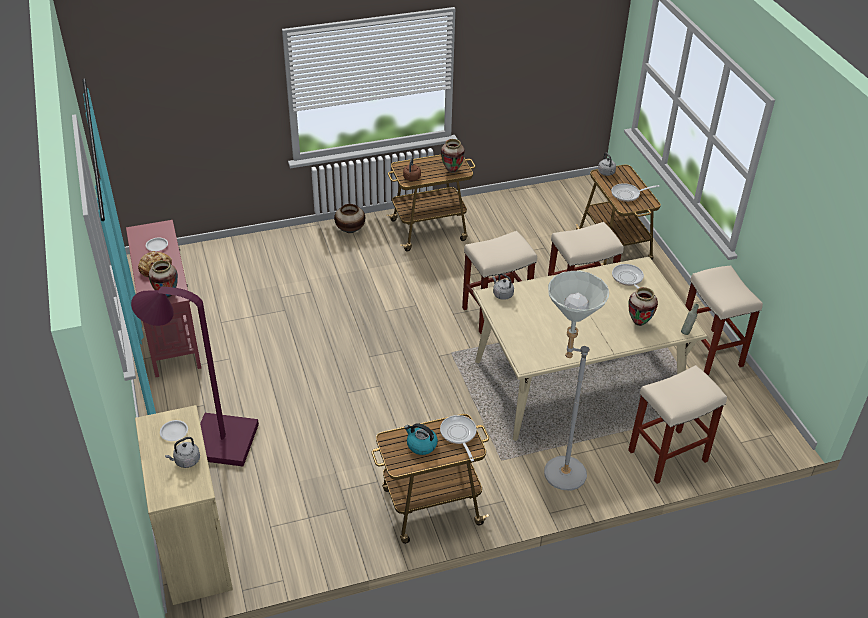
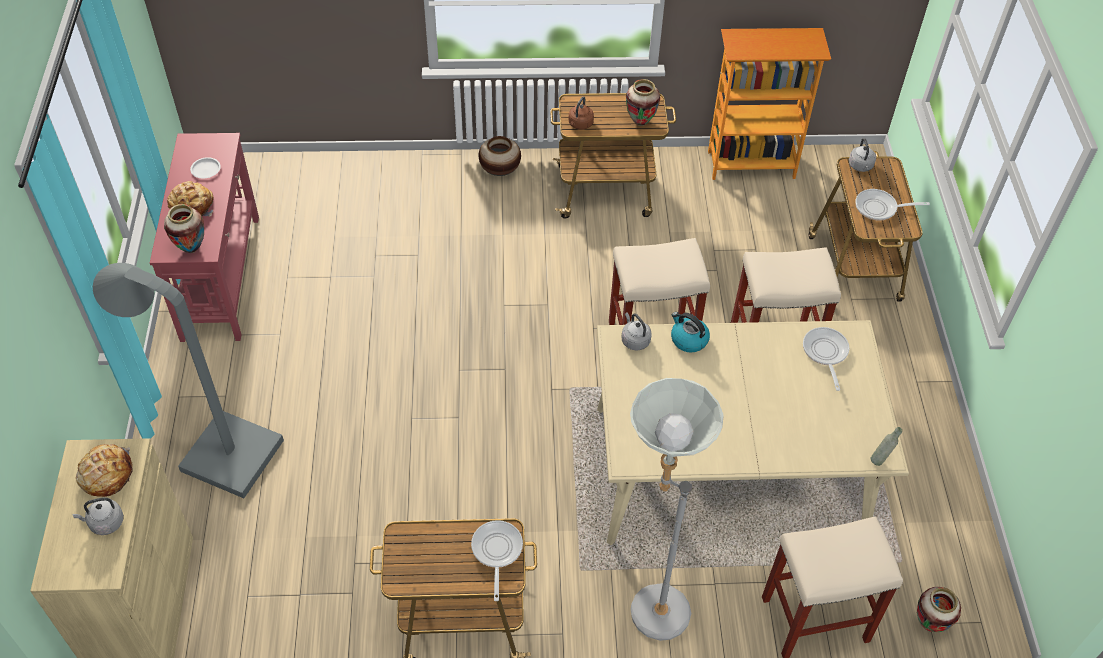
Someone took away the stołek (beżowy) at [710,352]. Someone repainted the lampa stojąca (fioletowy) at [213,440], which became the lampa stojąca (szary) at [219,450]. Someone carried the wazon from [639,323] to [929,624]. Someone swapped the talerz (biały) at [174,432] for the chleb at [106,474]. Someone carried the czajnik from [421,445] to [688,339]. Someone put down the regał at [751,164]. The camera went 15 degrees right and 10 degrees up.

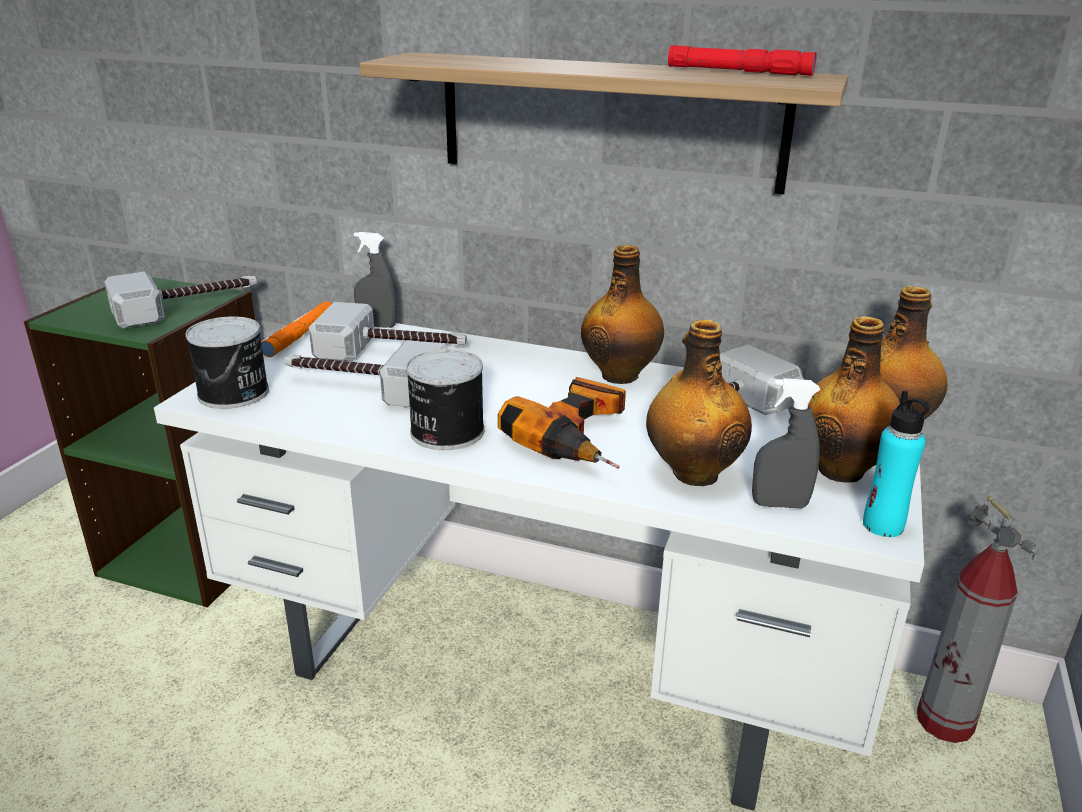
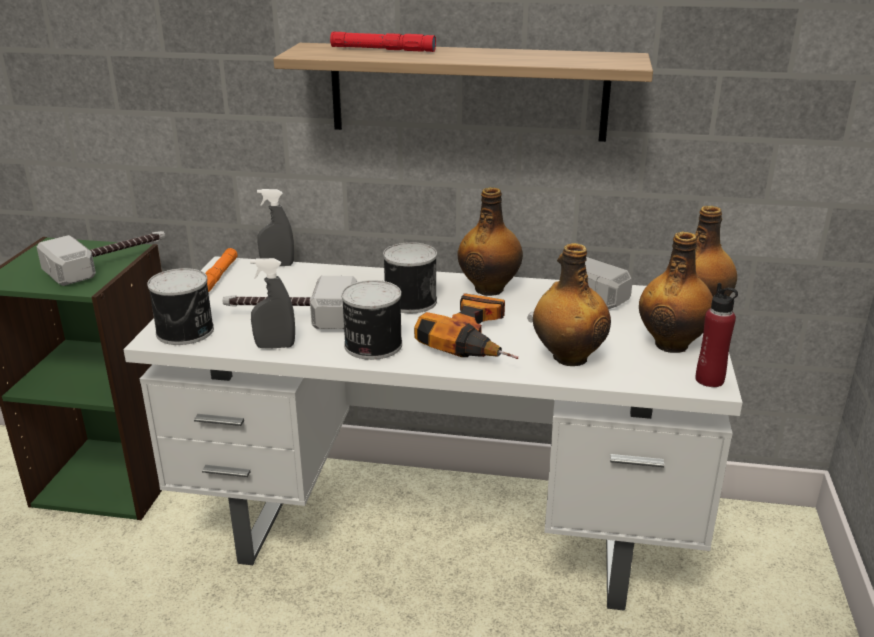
Someone carried the latarka (czerwony) from [739,71] to [383,49]. Someone took away the młotek at [393,351]. Someone carried the spryskiwacz (szary) from [779,504] to [275,346]. Someone repainted the butelka (turkusowy) at [883,526], which became the butelka (czerwony) at [709,380]. Someone took away the gaśnica at [945,722]. Someone put down the puszka at [409,301]. The camera went 10 degrees left and 0 degrees up.

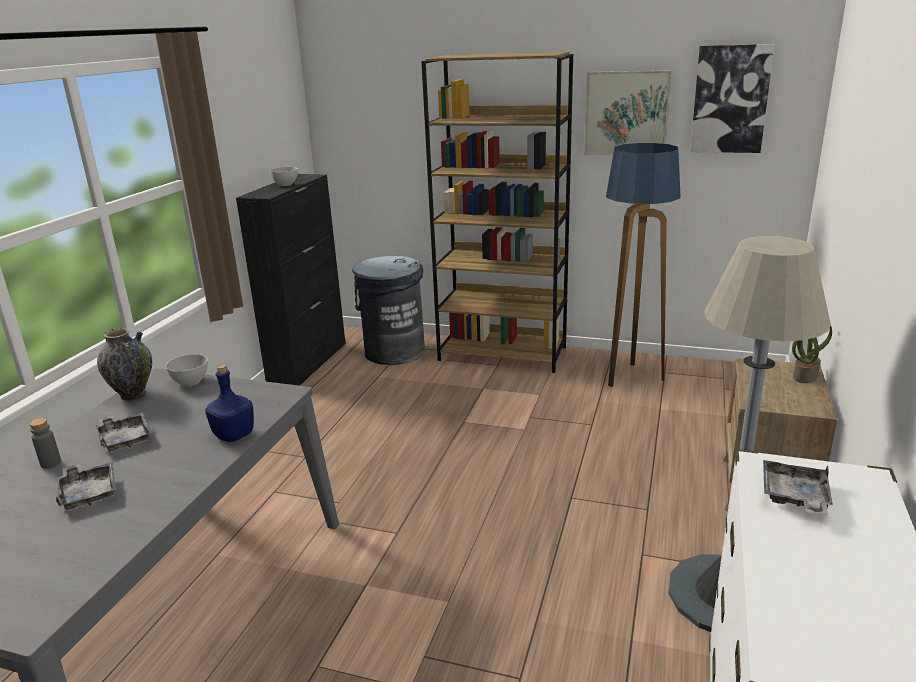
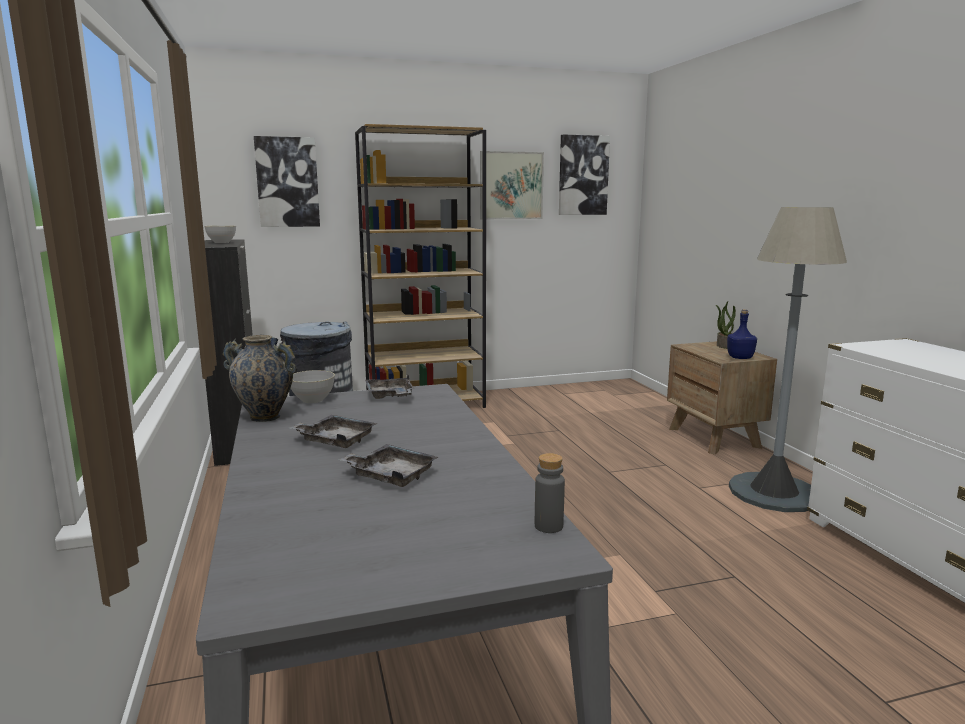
Someone took away the lampa stojąca at [630,378]. Someone carried the butelka (niebieski) from [234,435] to [740,358]. Someone carried the butelka (szary) from [51,463] to [548,526]. Someone carried the taca (szary) from [794,497] to [390,396]. Someone put up the obraz at [287,182]. The camera went 35 degrees left and 10 degrees down.

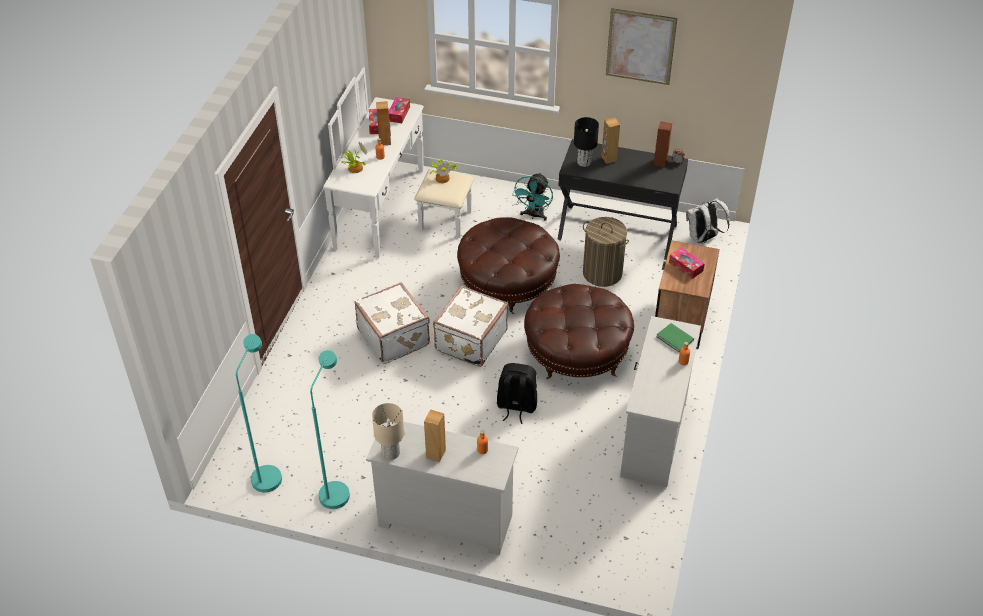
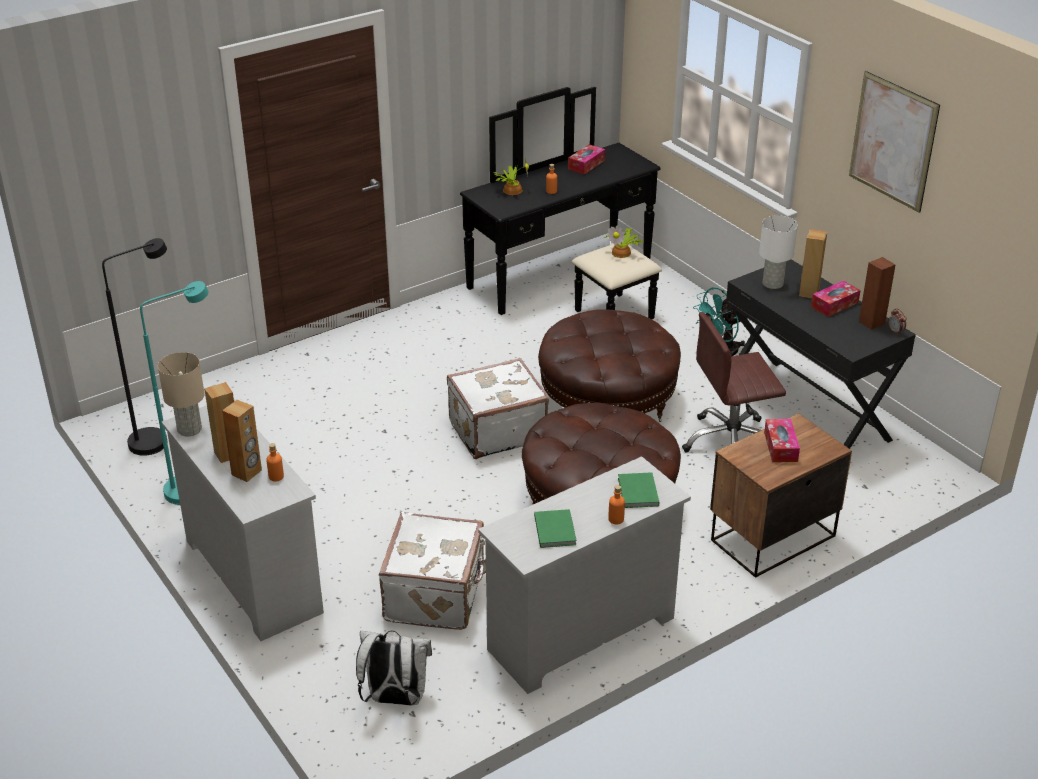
Someone repainted the komoda (biały) at [395,210], which became the komoda (czarny) at [572,283]. Someone carried the pudełko chusteczek from [399,114] to [834,304]. Someone carried the głośnik (brązowy) from [385,141] to [247,472]. Someone repainted the lampa stołowa (czarny) at [584,162], which became the lampa stołowa (biały) at [773,284]. Someone carried the plecak (biały) from [703,239] to [395,699]. Someone swapped the kosz na pranie at [602,273] for the krzesło biurowe (brązowy) at [731,443]. Someone carried the walizka (biały) from [394,336] to [436,595]. Someone repainted the lampa stojąca (turkusowy) at [268,472], which became the lampa stojąca (czarny) at [157,438]. Someone took away the plecak (czarny) at [516,406]. Someone put down the książka (zielony) at [555,529]. The camera went 40 degrees right and 10 degrees down.

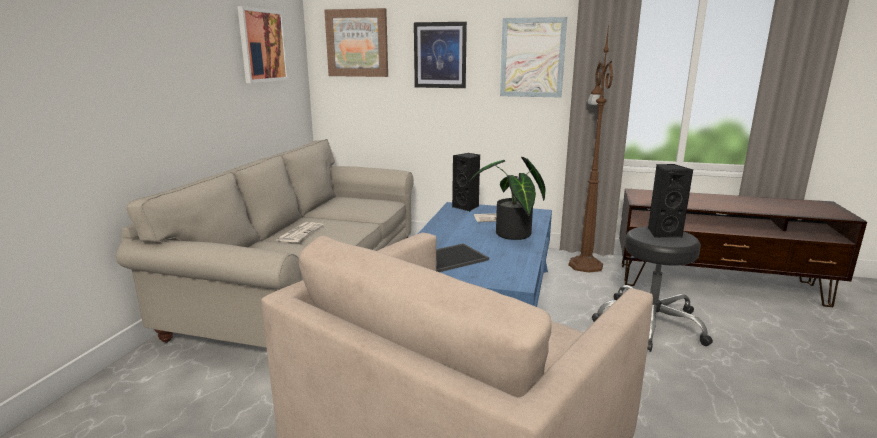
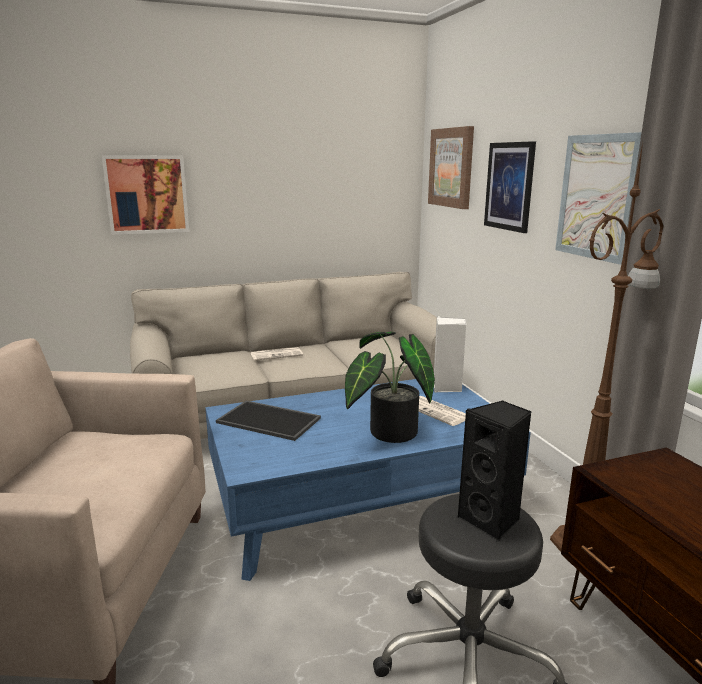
Someone carried the obraz from [262,45] to [147,194]. Someone repainted the głośnik (czarny) at [467,207], which became the głośnik (biały) at [447,387]. The camera went 55 degrees right and 0 degrees up.

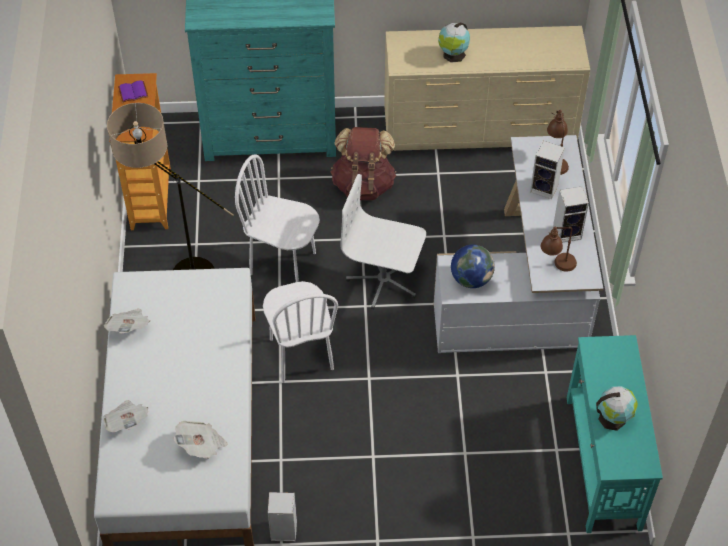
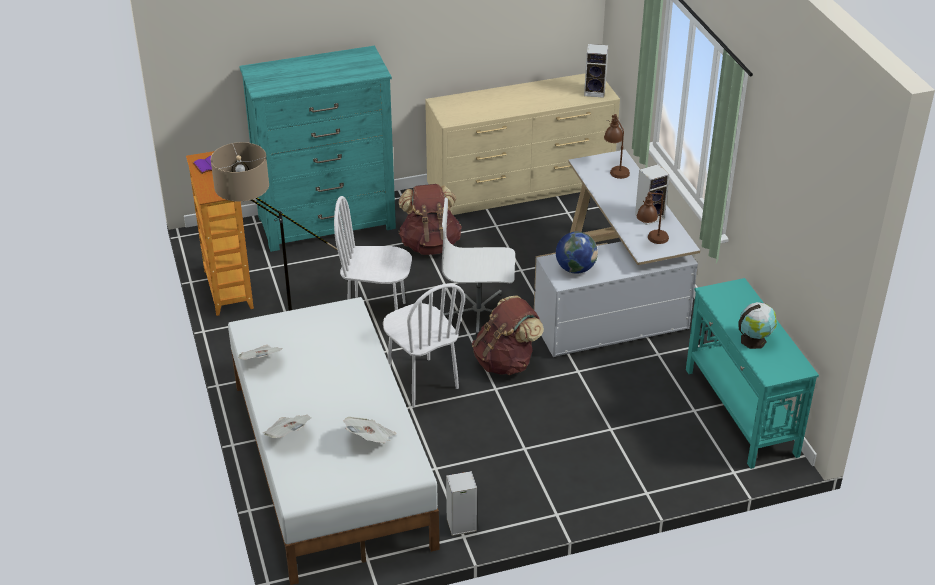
Someone took away the globus at [453,55]. Someone carried the głośnik from [545,188] to [595,92]. Someone put down the plecak (brązowy) at [506,362]. The camera went 15 degrees left and 15 degrees down.

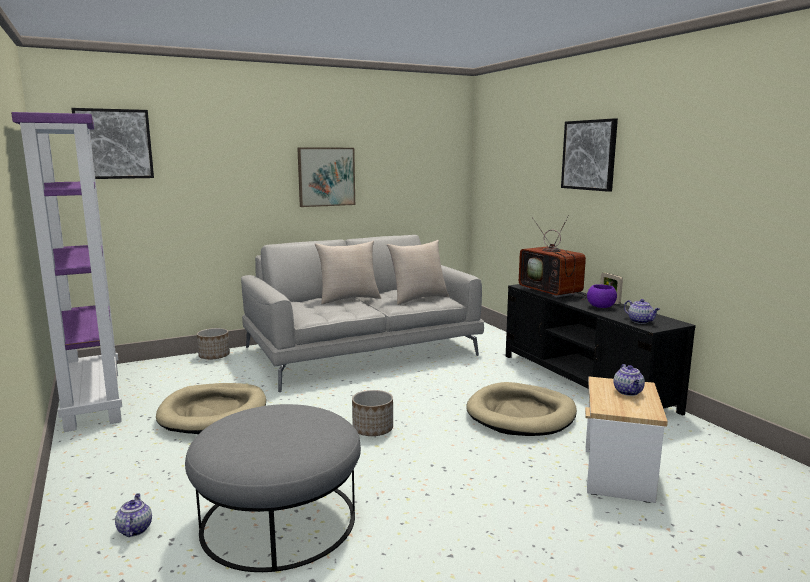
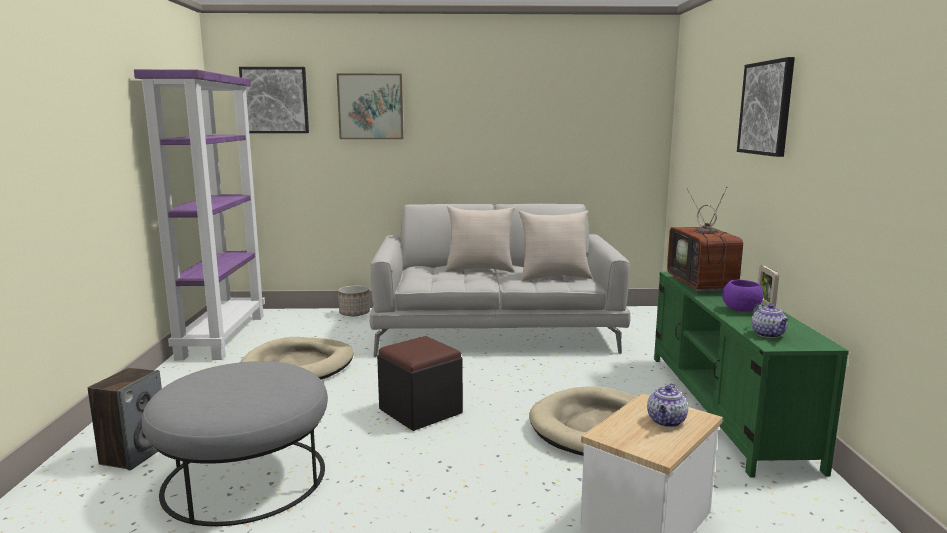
Someone carried the obraz from [326,176] to [370,106]. Someone repainted the szafka pod telewizor (czarny) at [584,382], which became the szafka pod telewizor (zielony) at [725,406]. Someone swapped the donica at [372,429] for the pufa (czarny) at [420,411]. Someone swapped the imbryk at [134,529] for the głośnik at [134,454]. The camera went 25 degrees right and 0 degrees up.

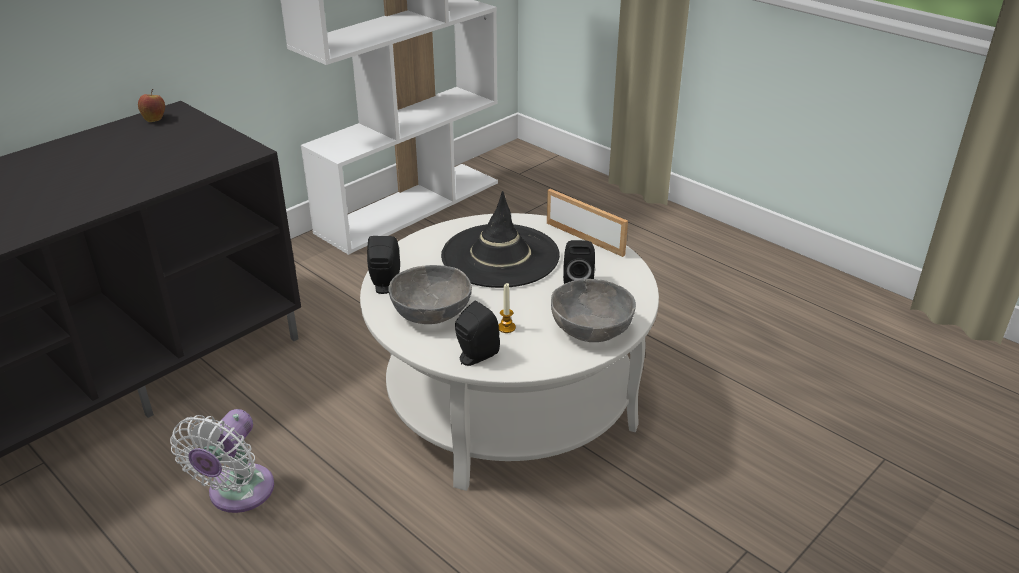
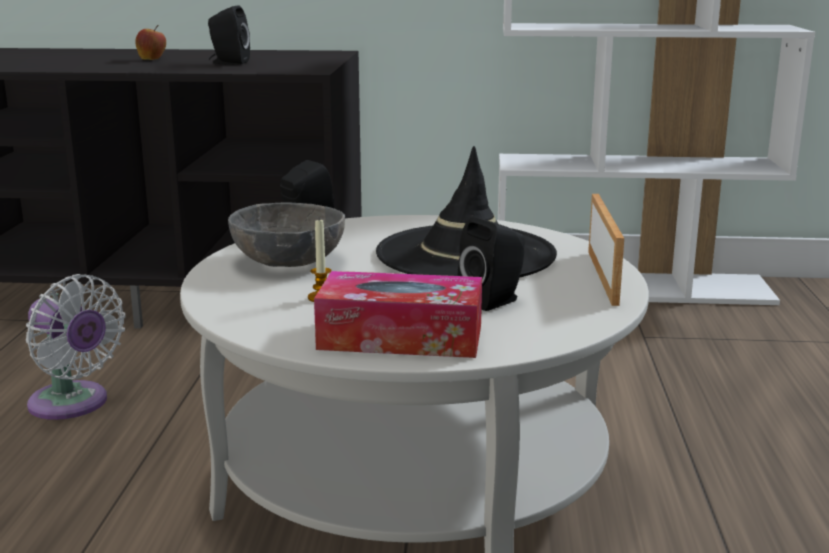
Someone carried the jabłko from [154,119] to [152,59]. Someone swapped the miska (szary) at [591,329] for the pudełko chusteczek at [400,337]. Someone carried the głośnik (czarny) from [475,357] to [228,63]. Someone rotated the wentylator (biały) at [237,494] by 120 degrees counterclockwise. The camera went 50 degrees right and 15 degrees down.

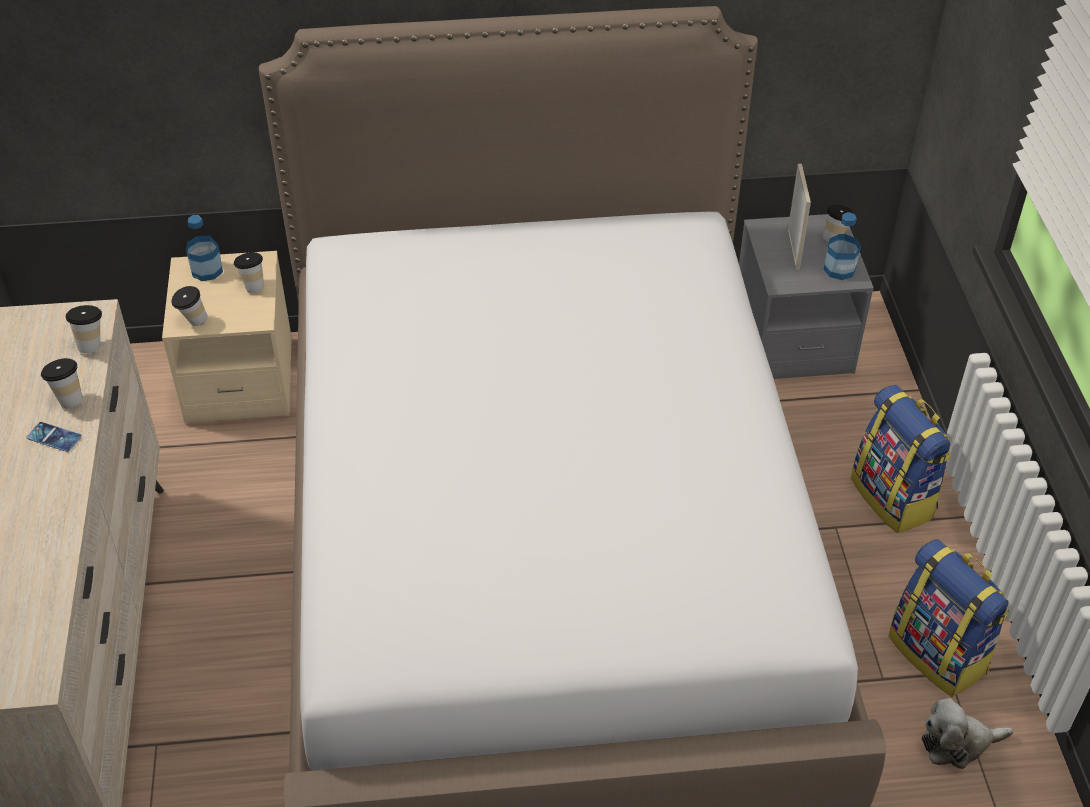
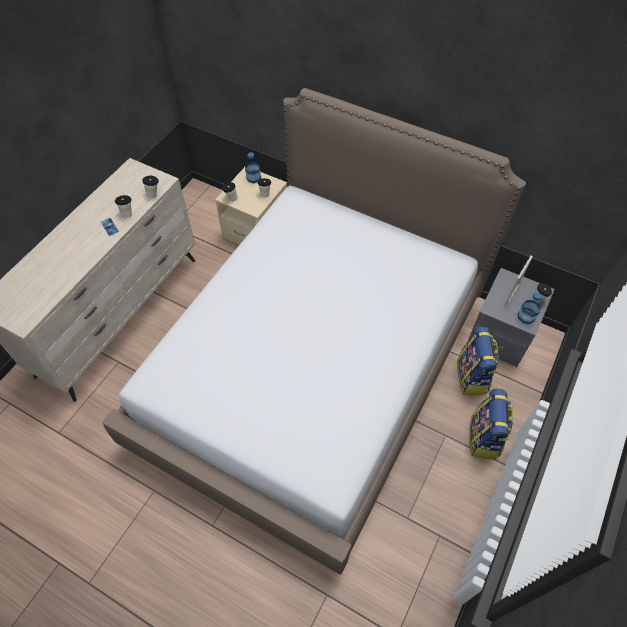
Someone carried the plecak from [939,654] to [472,377]. Someone took away the pluszak at [957,743]. The camera went 35 degrees right and 10 degrees up.

